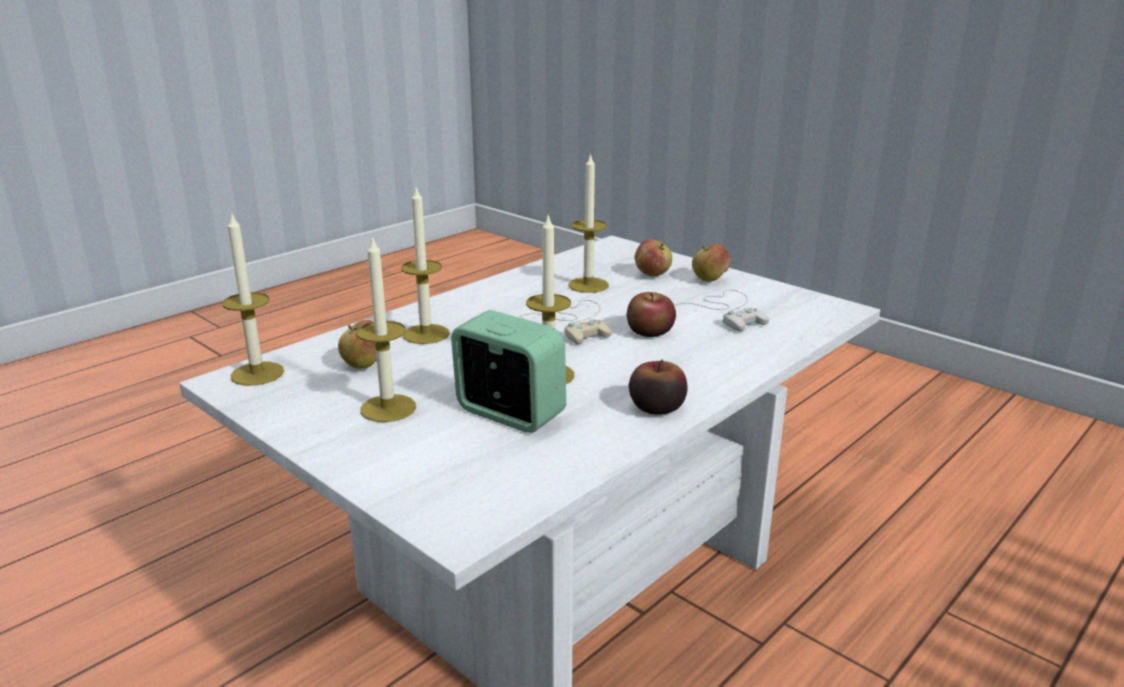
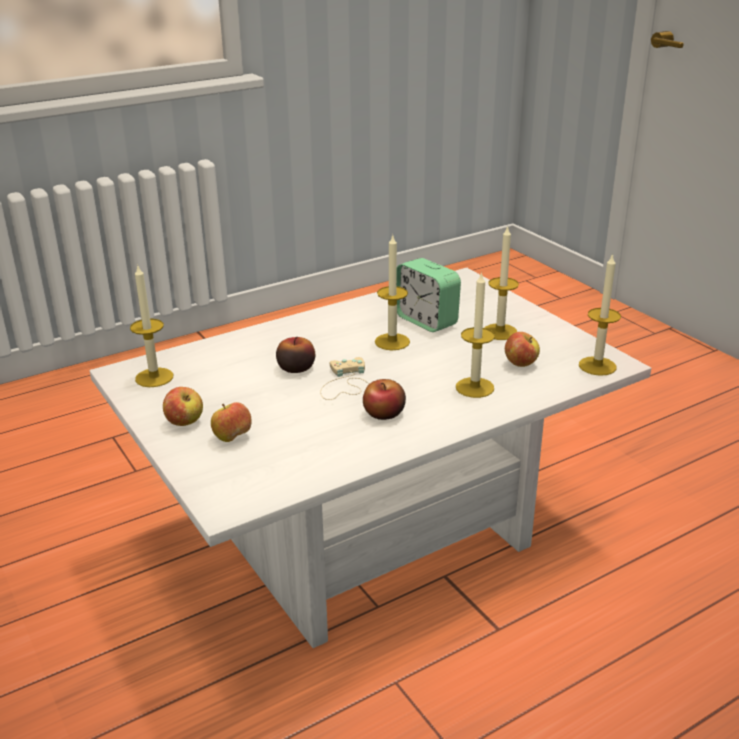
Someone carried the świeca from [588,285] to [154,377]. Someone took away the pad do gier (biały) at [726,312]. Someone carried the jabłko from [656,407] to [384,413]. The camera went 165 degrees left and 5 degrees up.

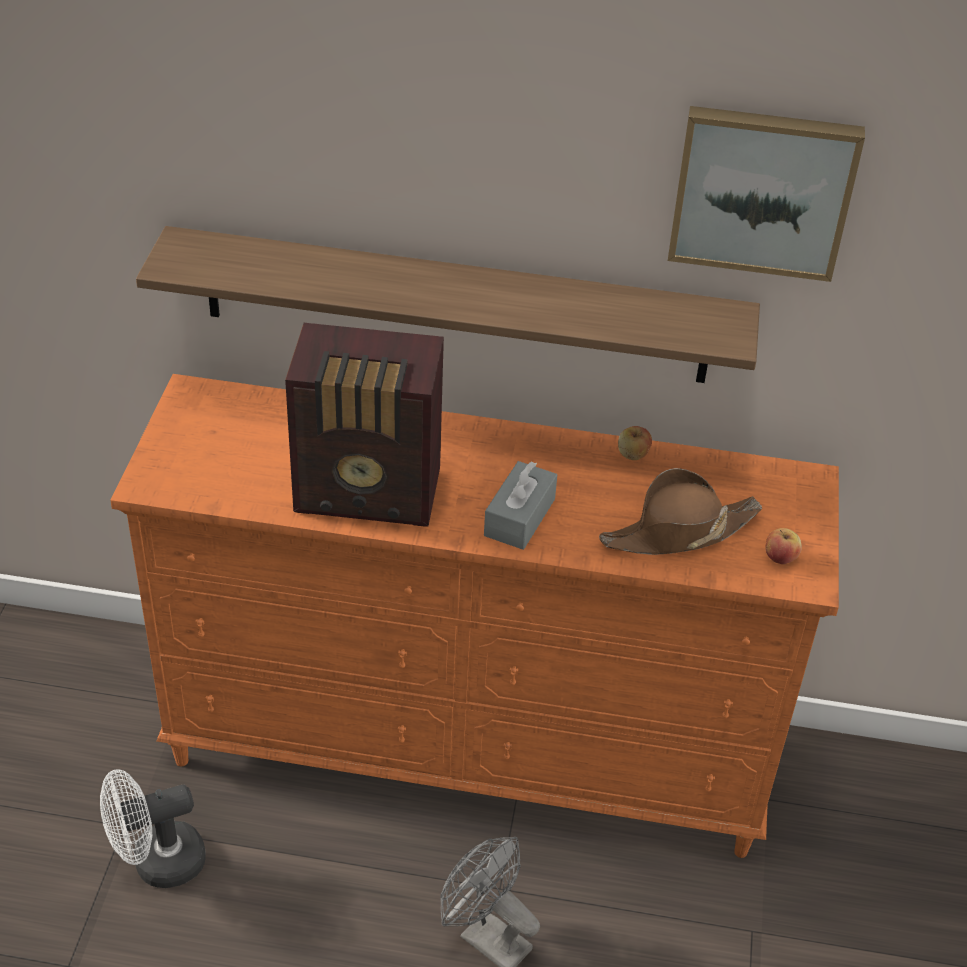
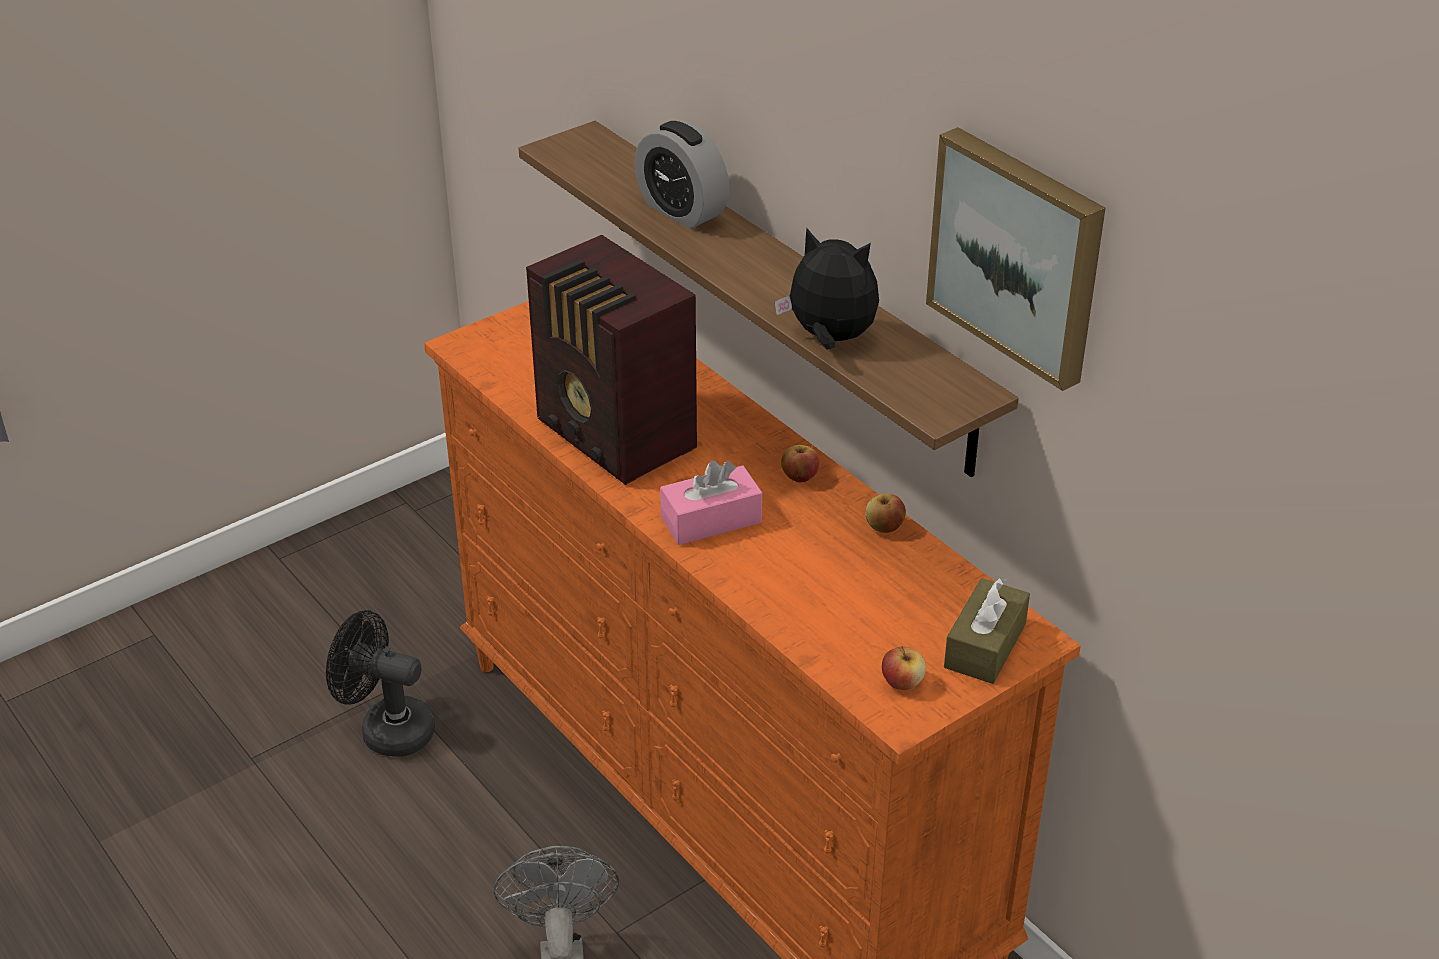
Someone repainted the pudełko chusteczek (szary) at [519,517], which became the pudełko chusteczek (różowy) at [711,520]. Someone took away the kapelusz (brązowy) at [679,532]. Someone repainted the wentylator (biały) at [157,863], which became the wentylator (czarny) at [387,729]. Someone put down the budzik at [682,211]. Someone put down the pluszak at [830,338]. Someone put down the jabłko at [799,477]. Someone put down the pudełko chusteczek (brązowy) at [985,645]. The camera went 45 degrees right and 5 degrees down.

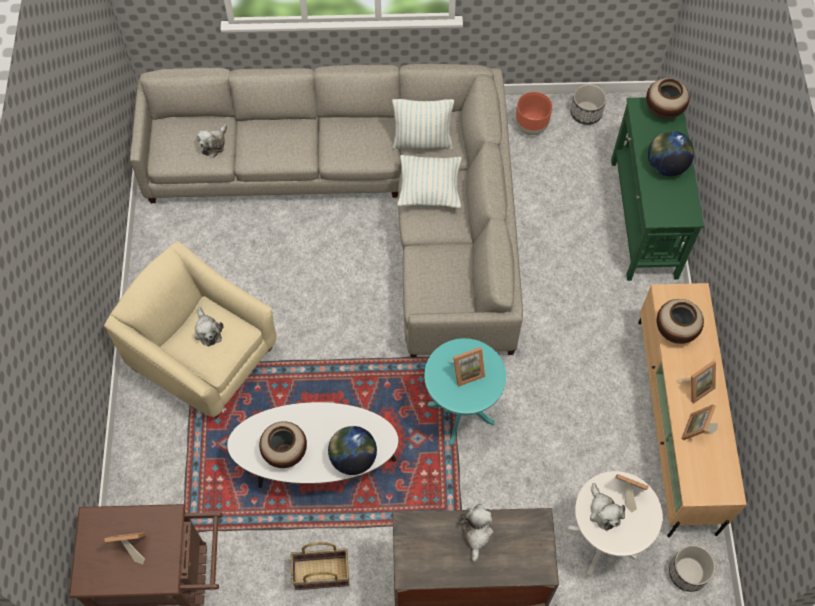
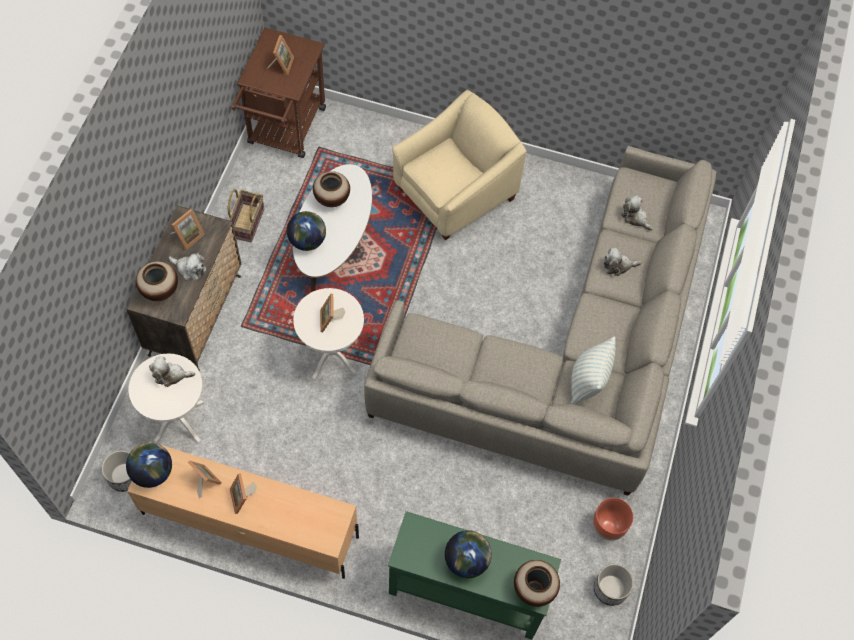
Someone took away the poduszka at [429,190]. Someone carried the wazon from [675,330] to [160,290]. Someone carried the pluszak from [208,331] to [618,266]. Someone repainted the stolik (turkusowy) at [460,413], which became the stolik (biały) at [332,357]. Someone carried the ramka na zdjęcie from [626,492] to [188,236]. Someone put down the globus at [152,472]. The camera went 105 degrees right and 0 degrees up.

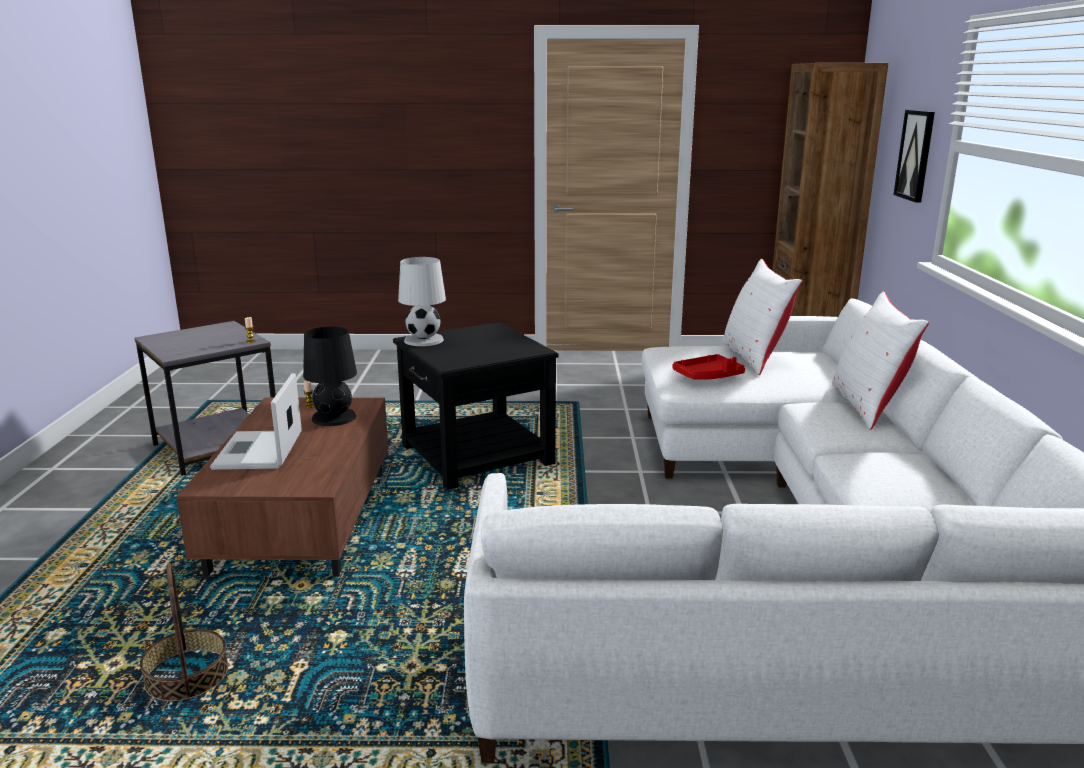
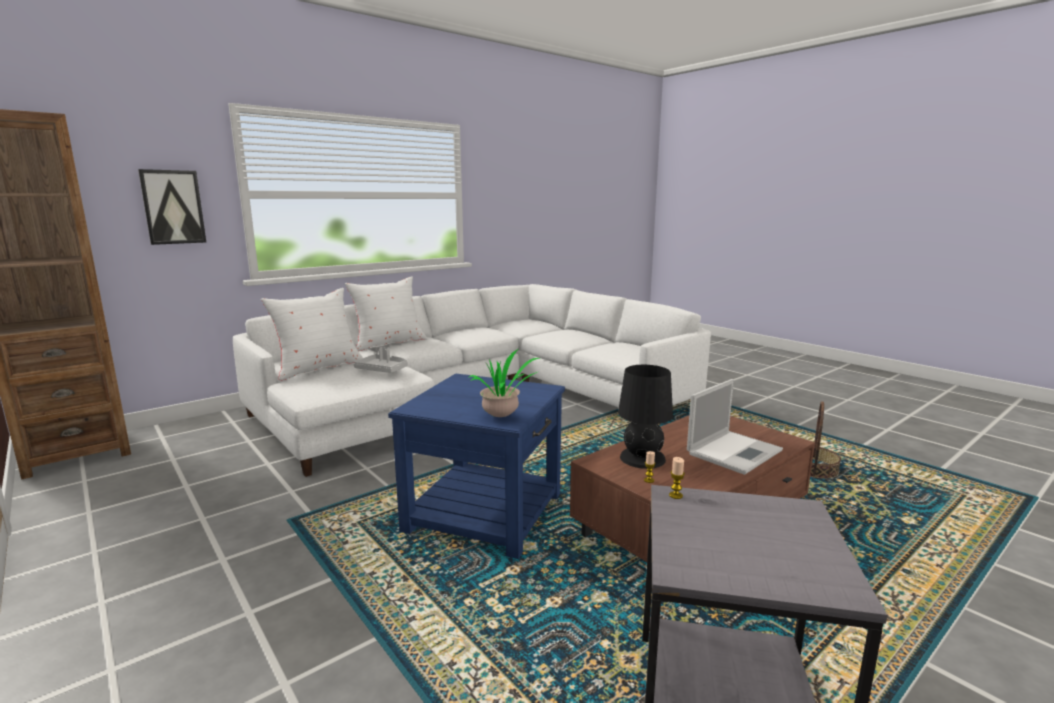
Someone swapped the lampa stołowa (biały) at [424,340] for the roślina doniczkowa at [503,416]. Someone repainted the stolik (czarny) at [476,455], which became the stolik (niebieski) at [485,513]. Someone repainted the taca (czerwony) at [708,376], which became the taca (szary) at [383,370]. The camera went 130 degrees left and 5 degrees down.

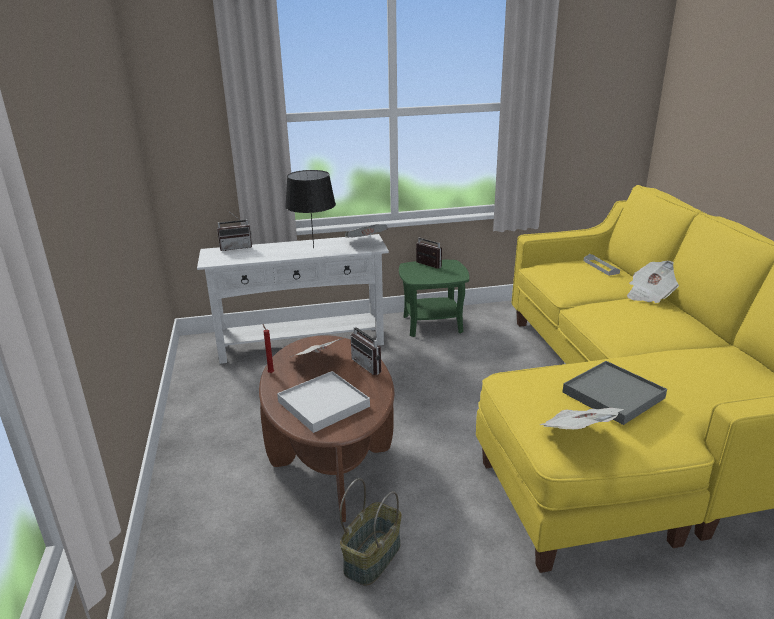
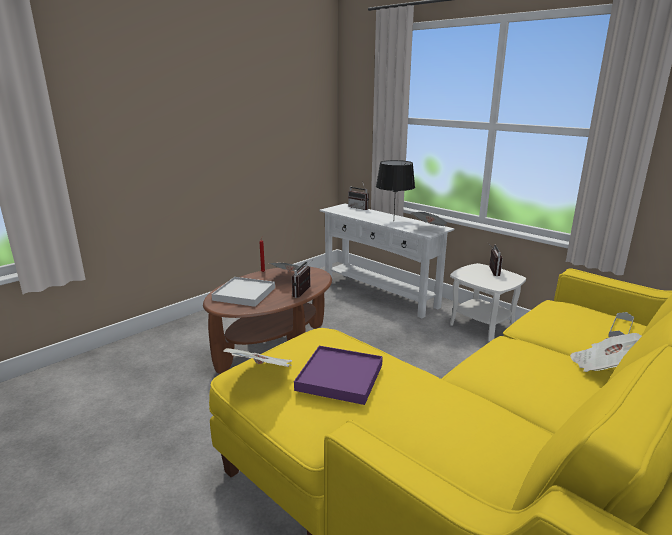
Someone repainted the stolik (zielony) at [432,324], which became the stolik (biały) at [482,326]. Someone repainted the taca (szary) at [613,395], which became the taca (fioletowy) at [339,377]. Someone took away the koszyk at [372,557]. The camera went 55 degrees right and 5 degrees down.

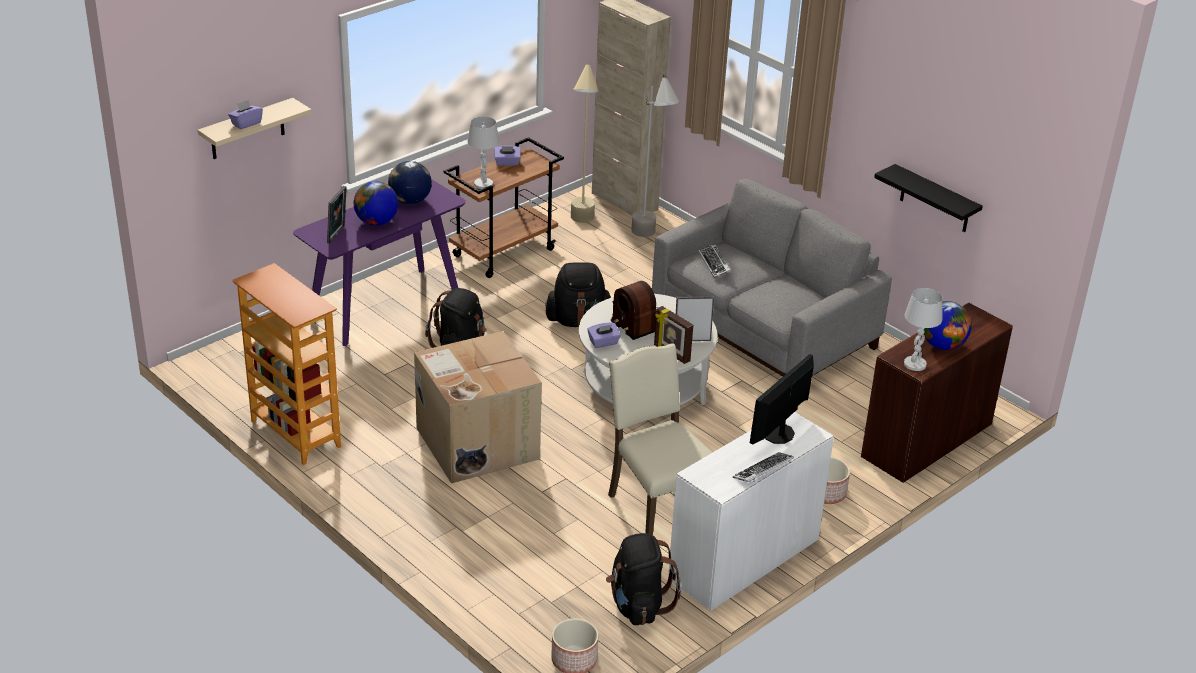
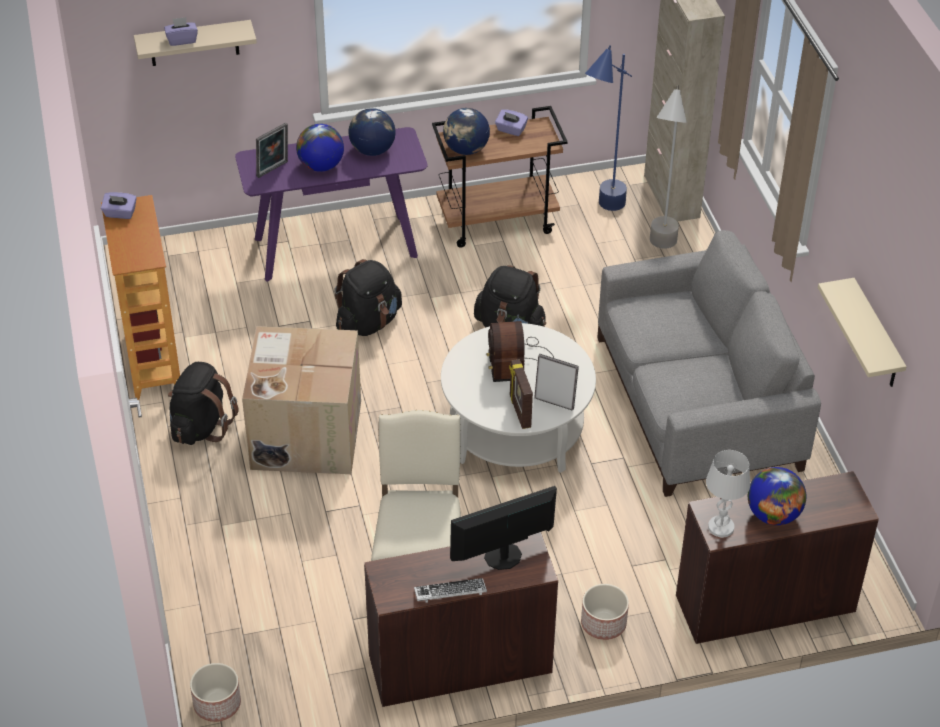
Someone repainted the lampa stojąca (beżowy) at [581,227], which became the lampa stojąca (niebieski) at [601,214]. Someone swapped the lampa stołowa (biały) at [483,184] for the globus at [466,150]. Someone repainted the półka (czarny) at [935,200], which became the półka (beżowy) at [876,336]. Someone took away the klawiatura at [714,263]. Someone carried the pudełko chusteczek (fioletowy) from [603,343] to [120,213]. Someone repainted the biurko (biały) at [743,558], which became the biurko (brązowy) at [459,663]. Someone carried the plecak (czarny) from [638,605] to [201,426]. The camera went 30 degrees right and 10 degrees up.

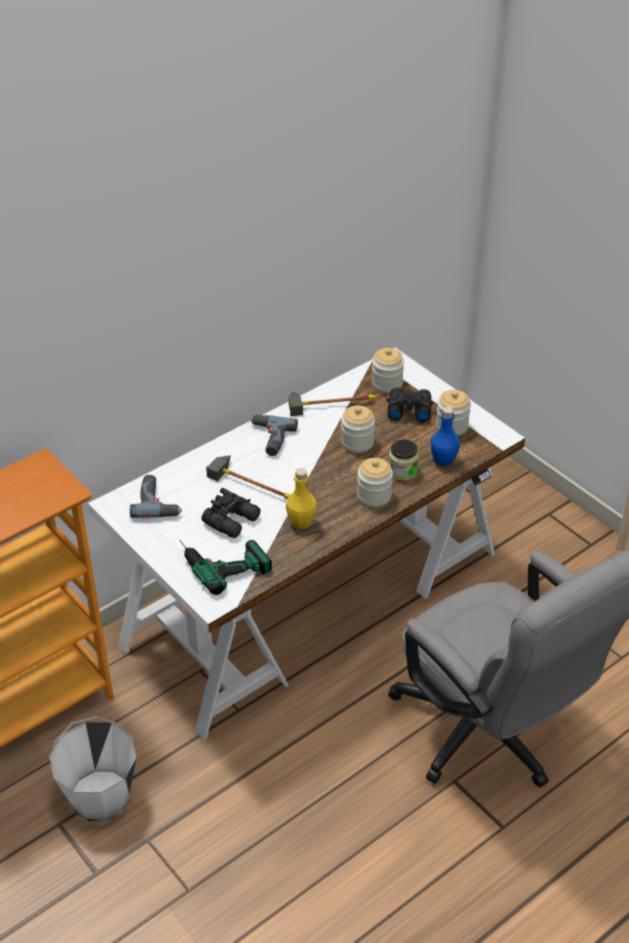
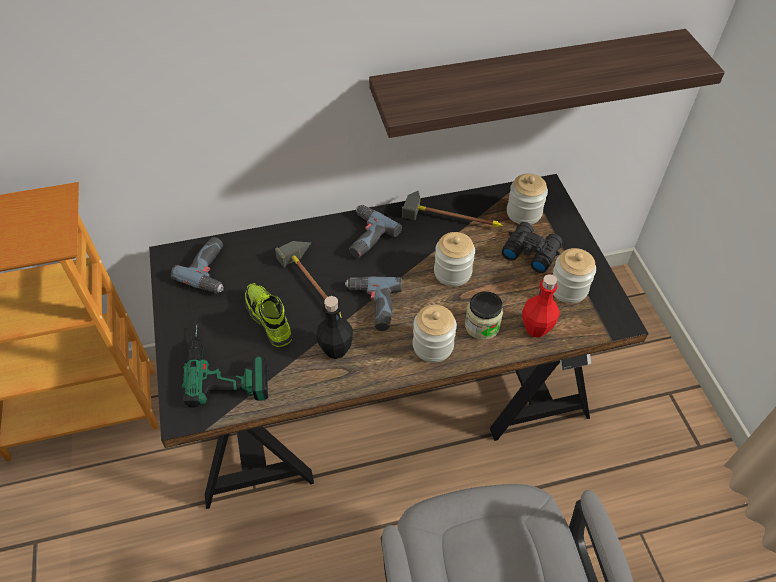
Someone repainted the biurko (biały) at [312,597], which became the biurko (czarny) at [387,395]. Someone repainted the butelka (niebieski) at [443,460], which became the butelka (czerwony) at [536,328]. Someone repainted the butelka (żółty) at [301,522], which became the butelka (czarny) at [336,349]. Someone swapped the lornetka (czarny) at [233,520] for the but at [269,319]. Someone took away the wiadro (biały) at [100,796]. Someone put up the półka at [527,82]. Someone put down the wiertarka at [372,306]. The camera went 25 degrees right and 10 degrees up.

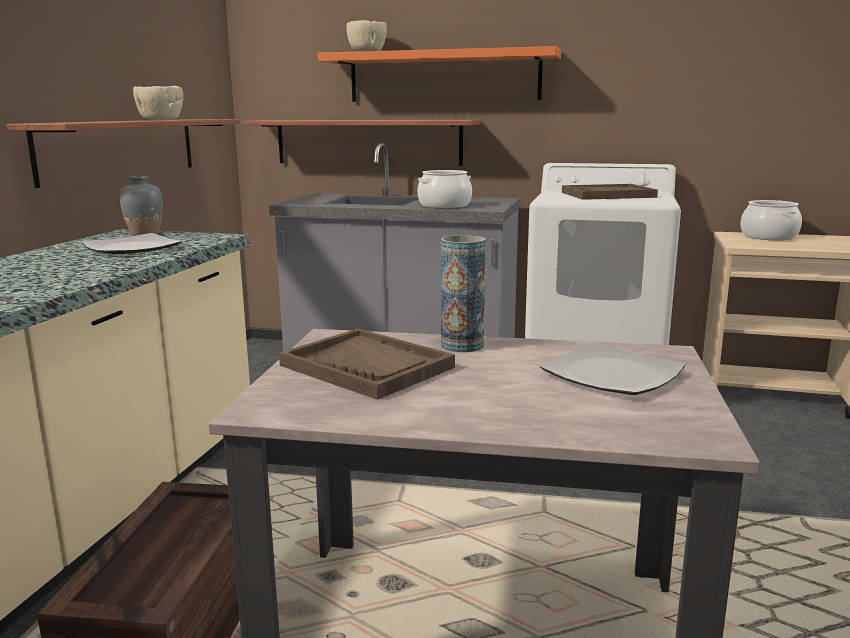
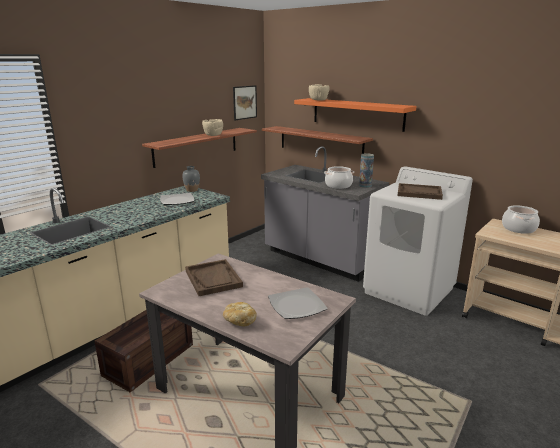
Someone carried the wazon from [462,345] to [365,186]. Someone put up the obraz at [244,102]. Someone put down the chleb at [239,321]. The camera went 25 degrees right and 5 degrees up.

